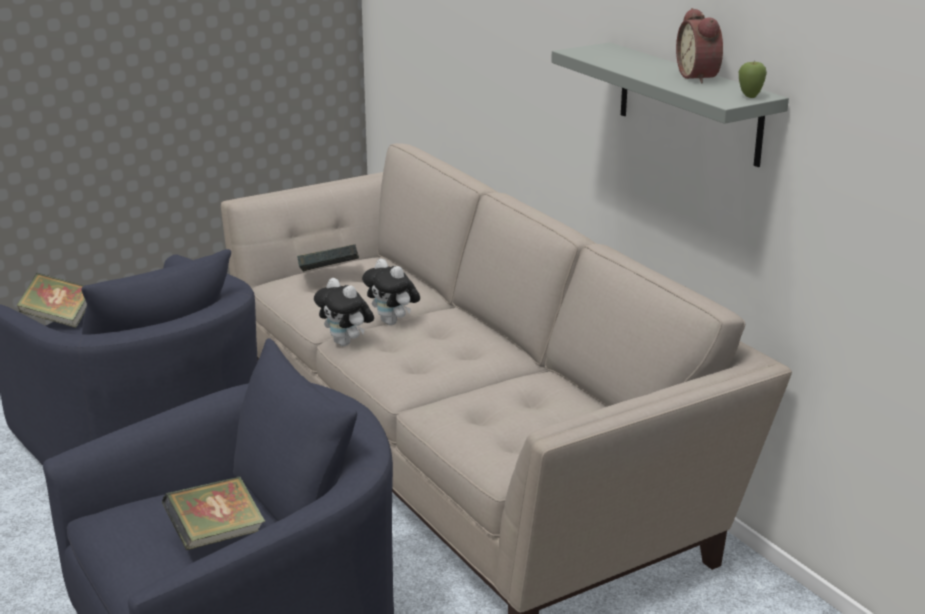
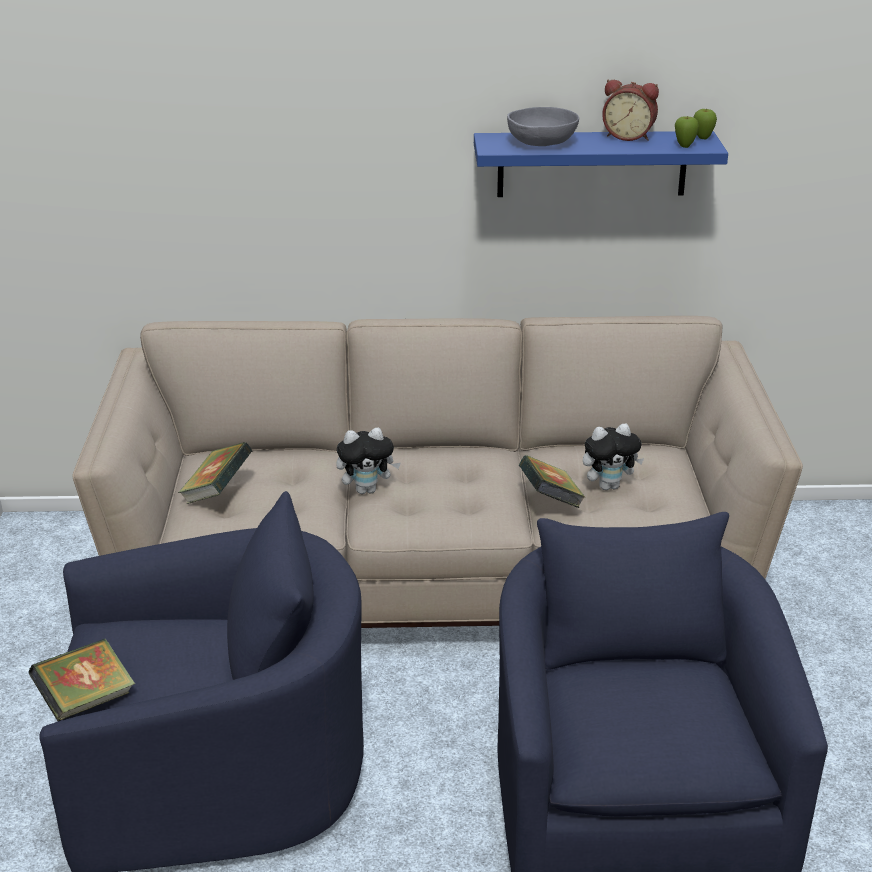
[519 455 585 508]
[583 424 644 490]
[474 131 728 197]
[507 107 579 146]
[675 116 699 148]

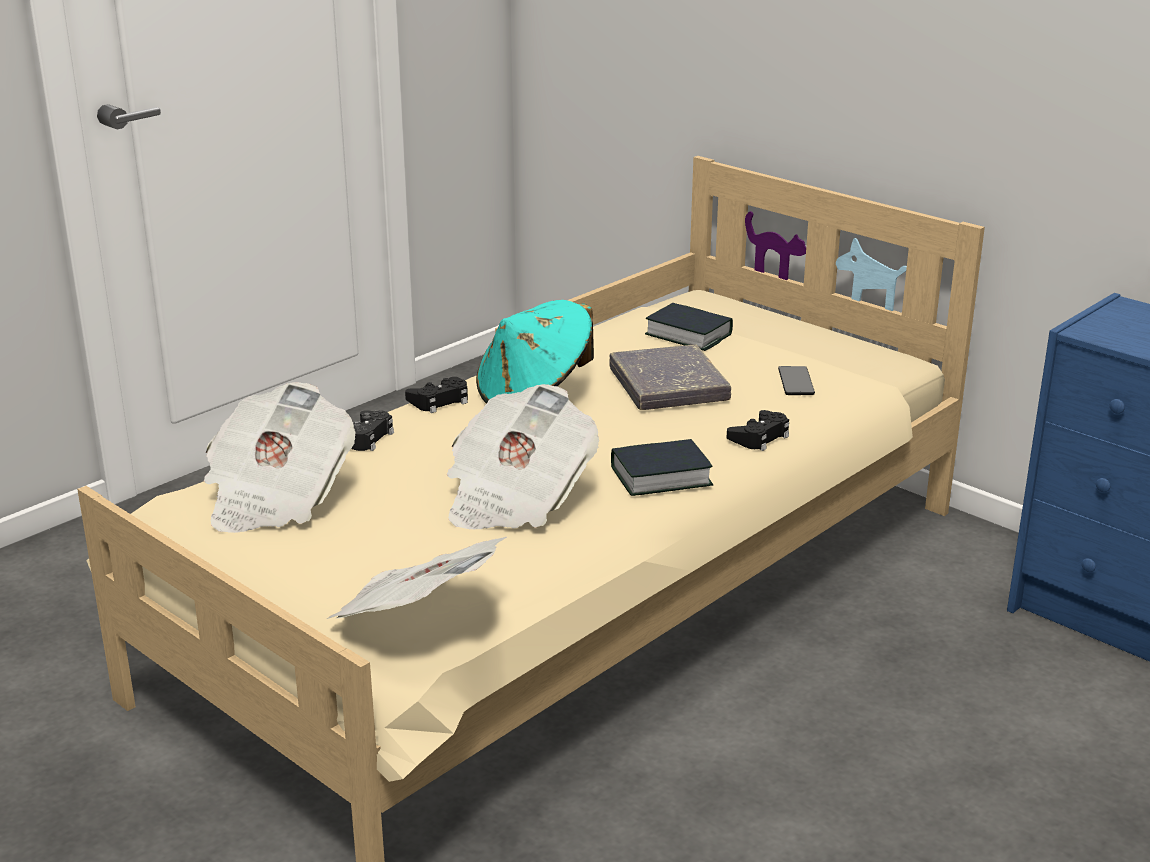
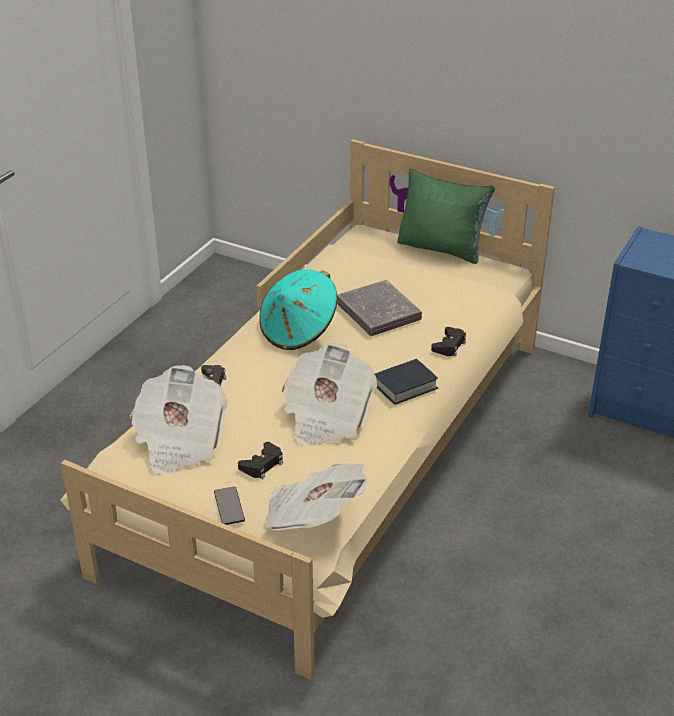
[238 442 283 479]
[645 303 733 351] (first image)
[214 487 245 525]
[397 169 495 264]

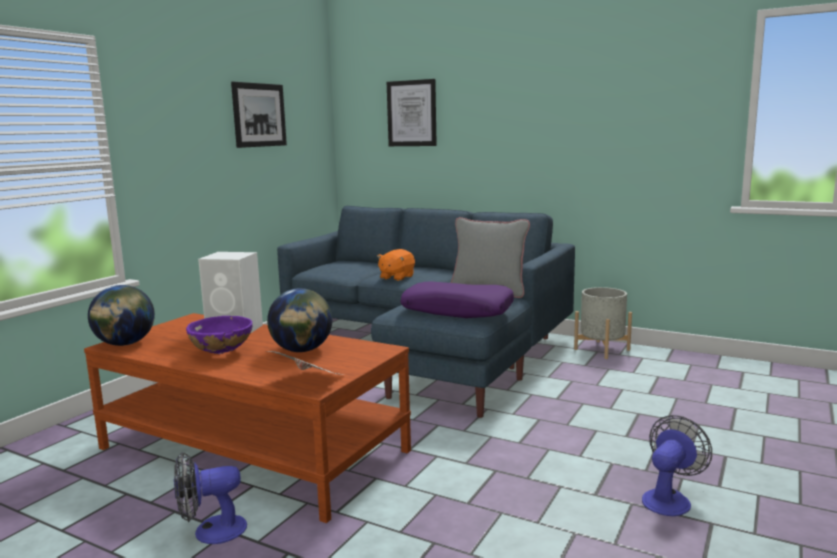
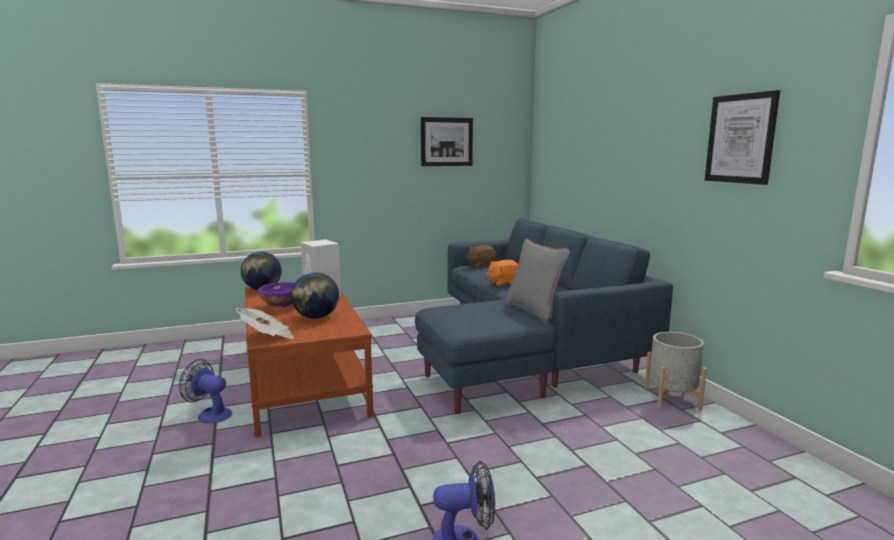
[705 90 780 185]
[400 281 514 318] (first image)
[467 245 497 268]

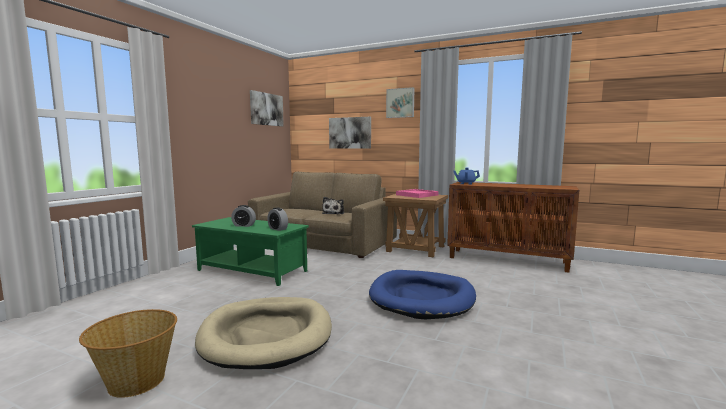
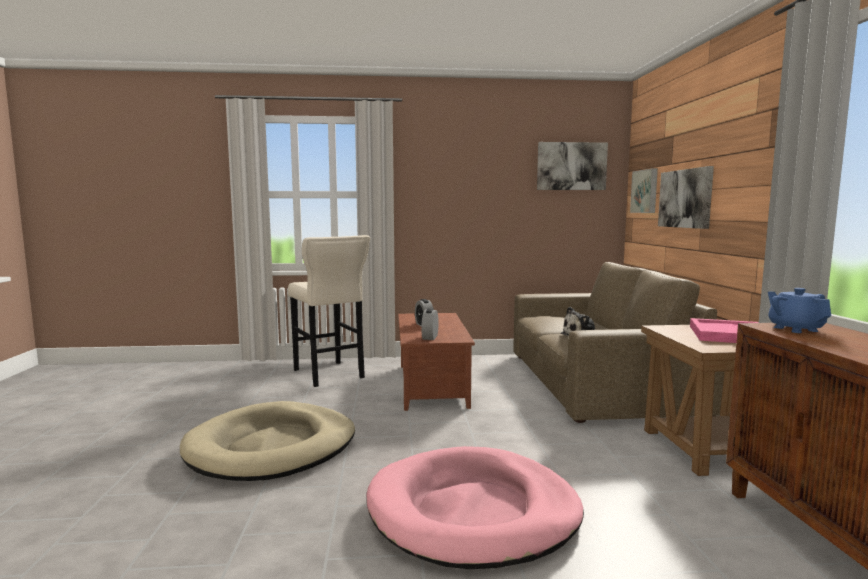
[79 309 177 398] (first image)
[398 313 475 411]
[367 446 584 569]
[630 168 658 213]
[288 235 370 387]

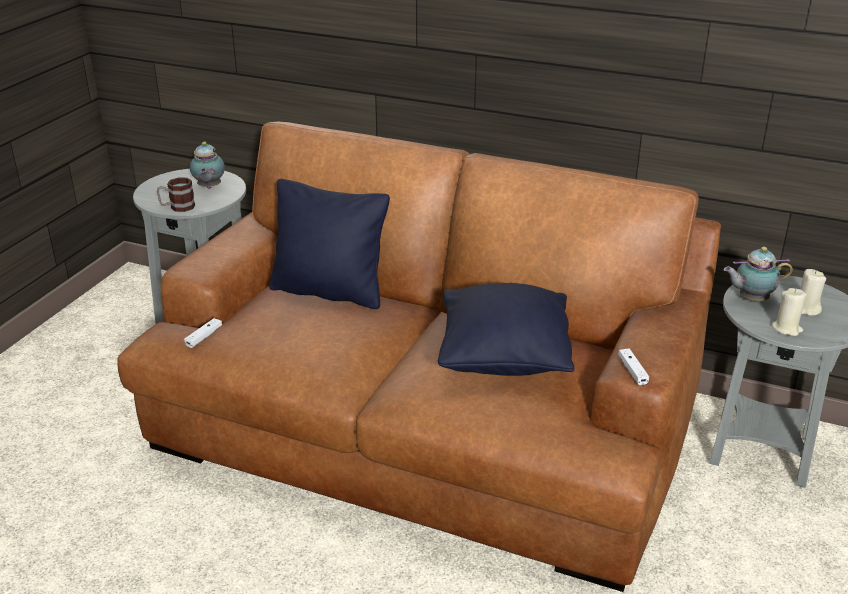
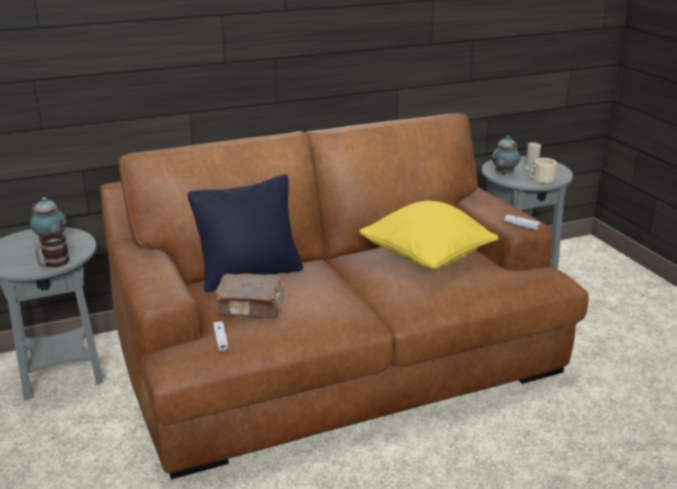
[360 201 499 270]
[530 158 557 183]
[214 274 284 318]

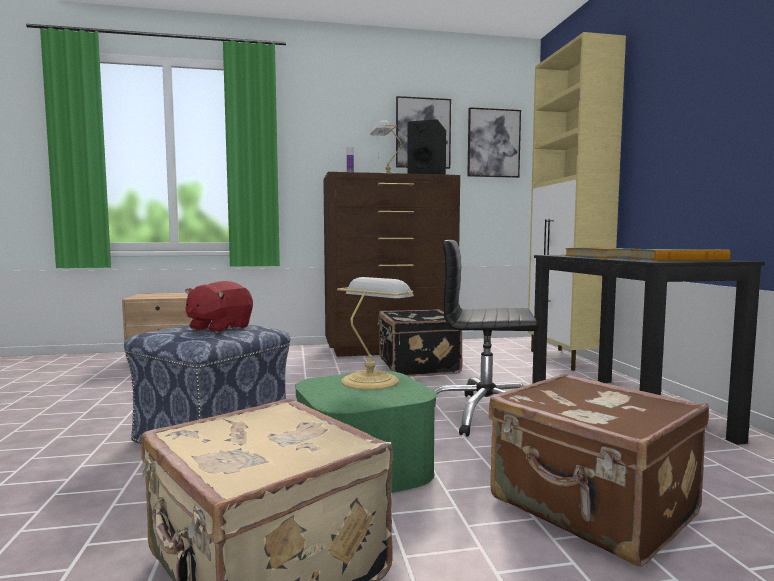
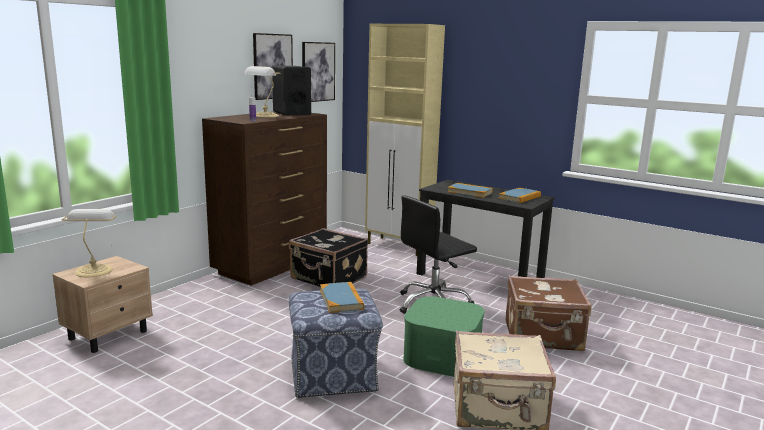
[320 282 364 313]
[61 209 116 278]

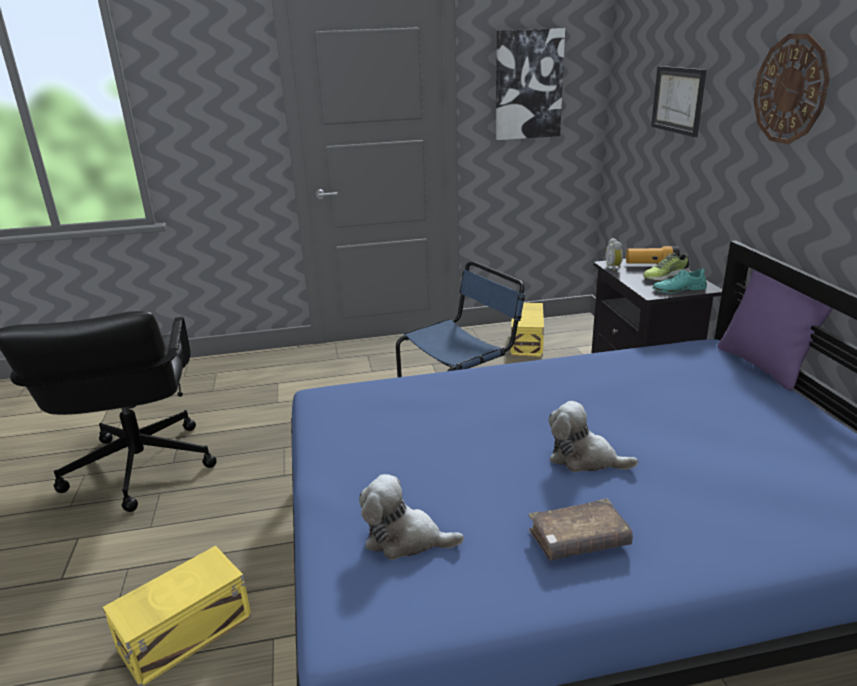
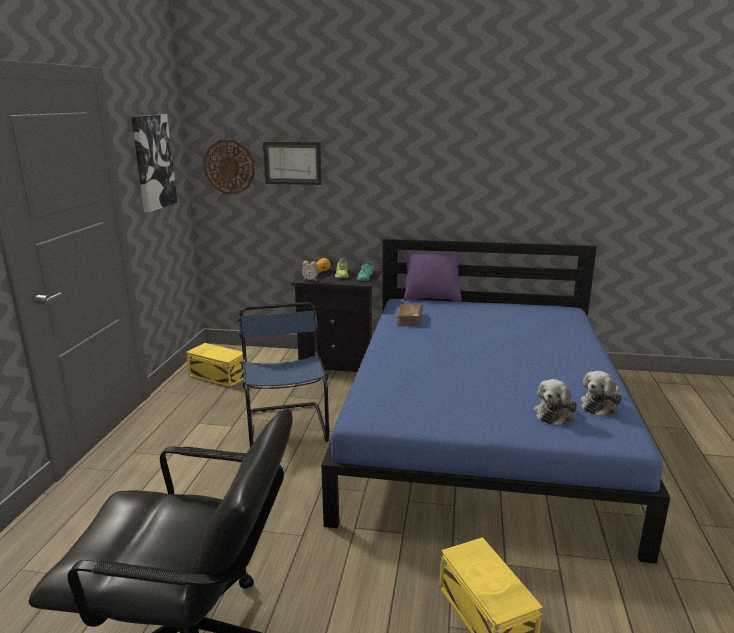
[396 304 423 325]
[581 371 622 417]
[203 140 255 194]

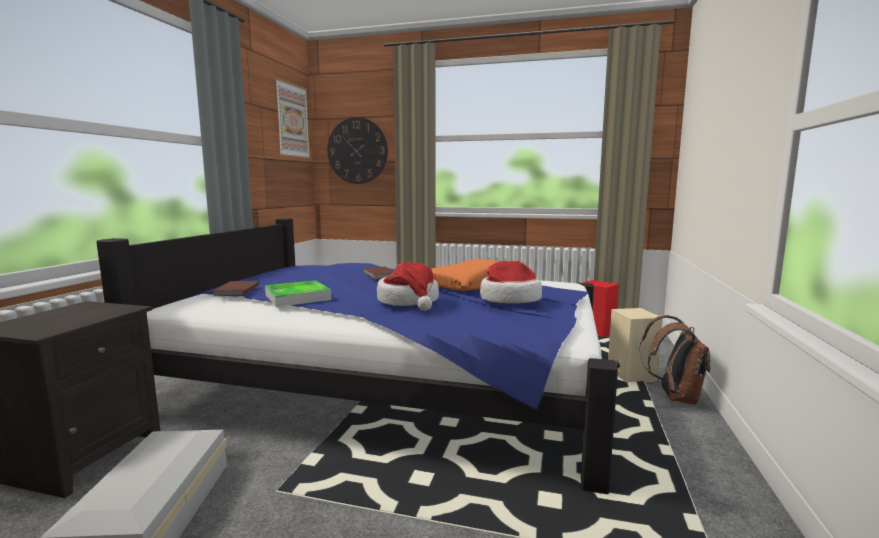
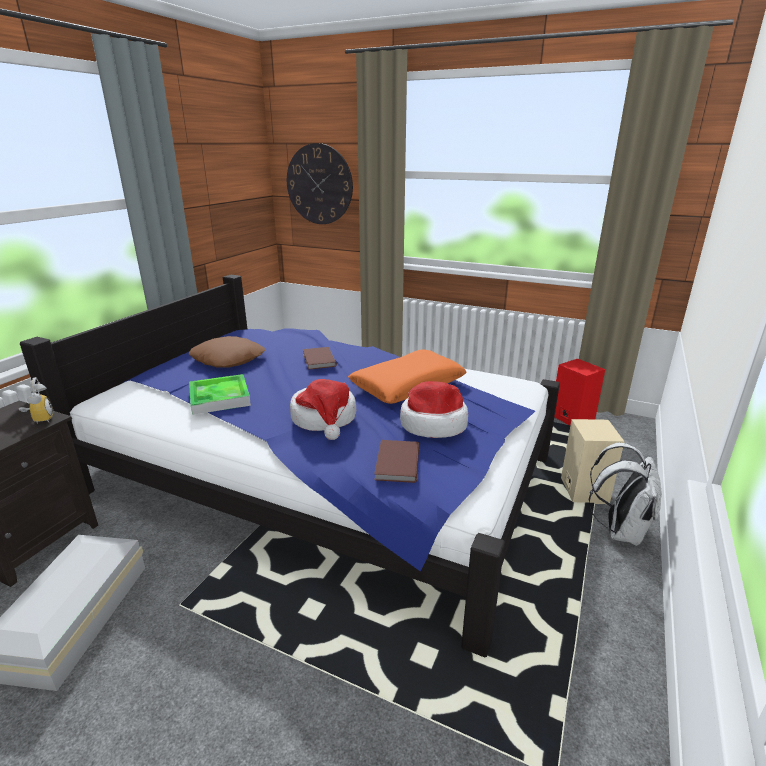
[374 440 419 483]
[275 78 311 159] (first image)
[589 443 662 546]
[19 377 53 424]
[189 336 265 368]

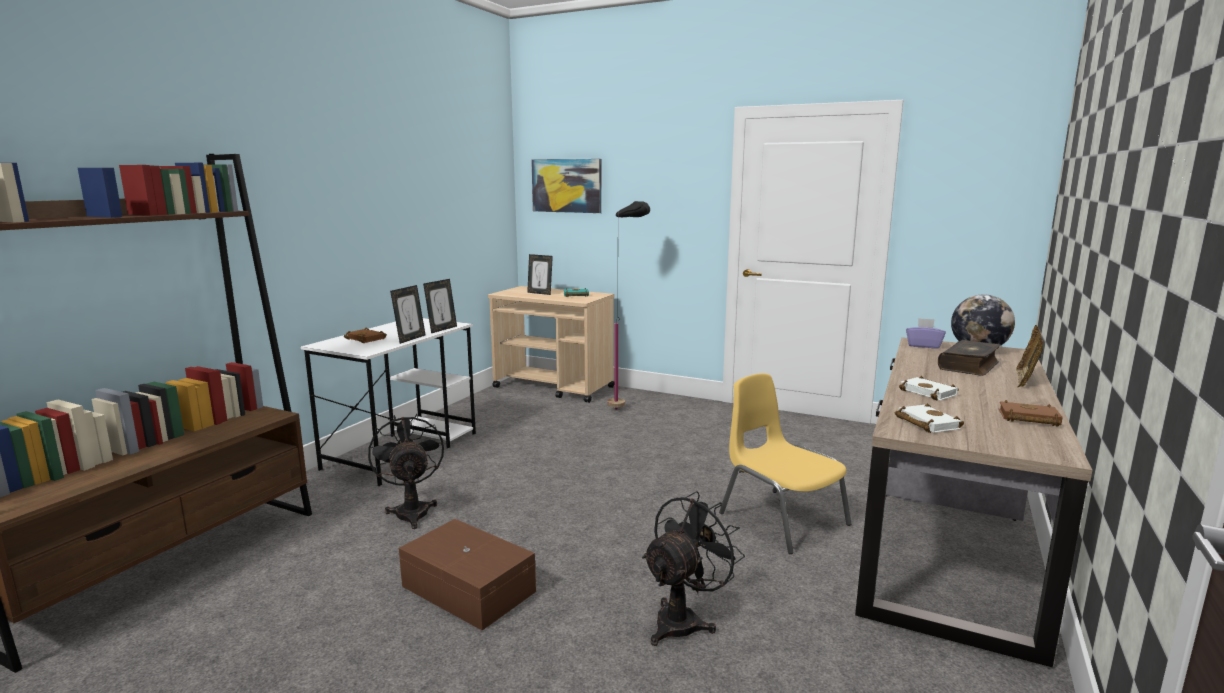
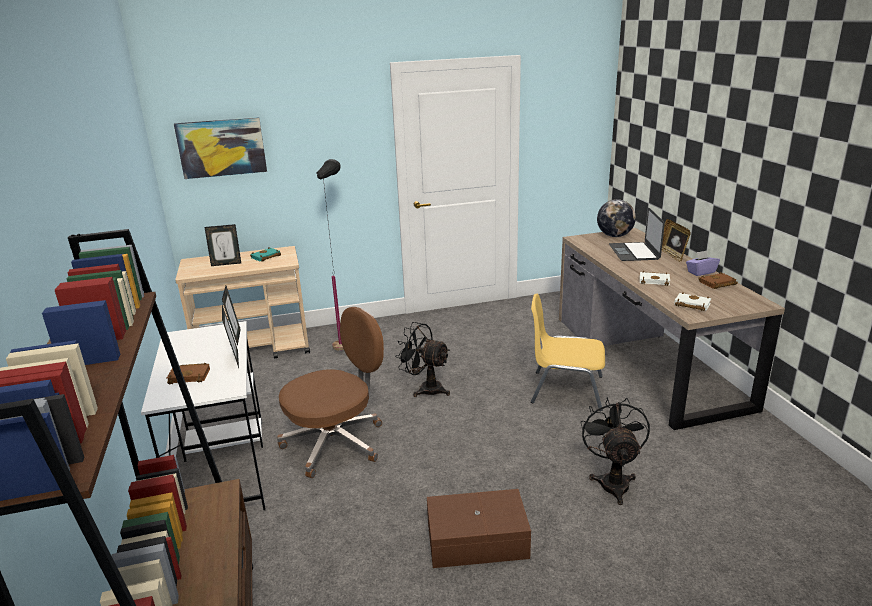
[395 322 450 397]
[686 251 720 276]
[609 208 665 261]
[277 307 384 478]

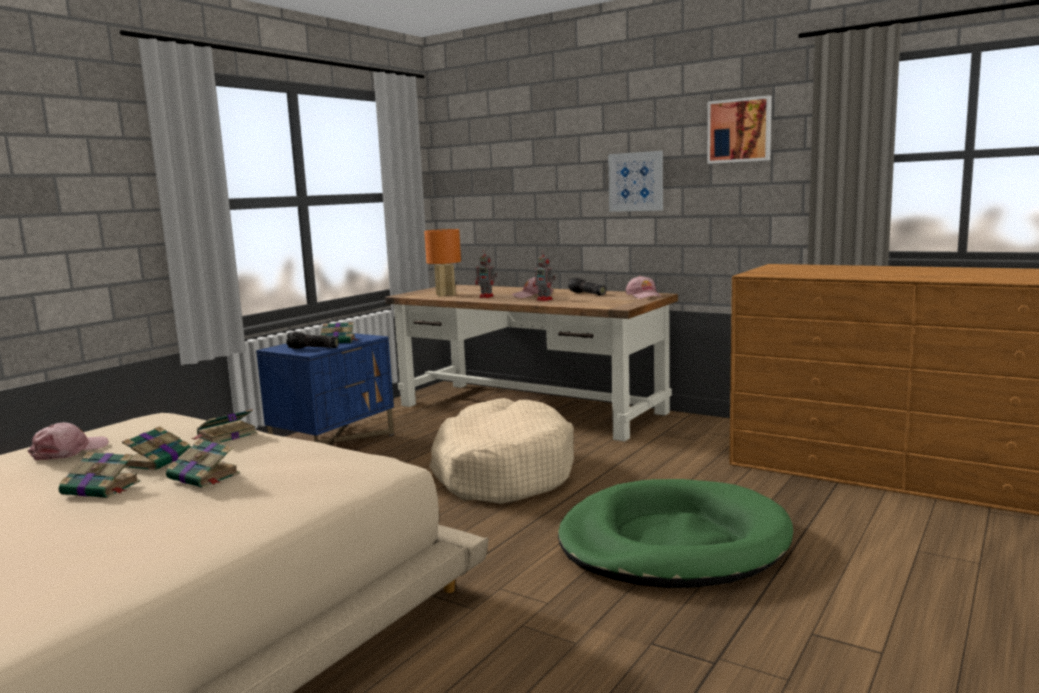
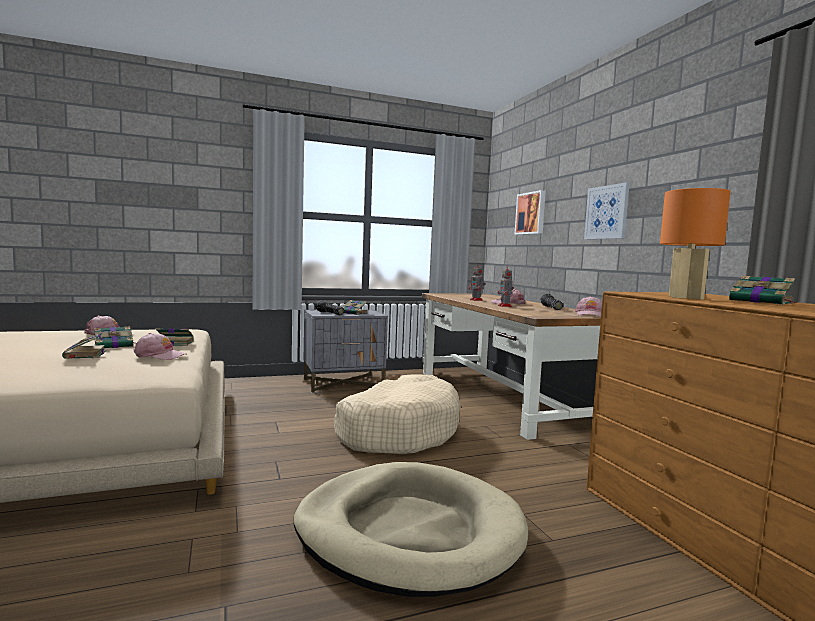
[729 276 798 305]
[304 310 388 393]
[660 188 731 300]
[294 462 528 597]
[515 190 546 235]
[133 333 186 360]

